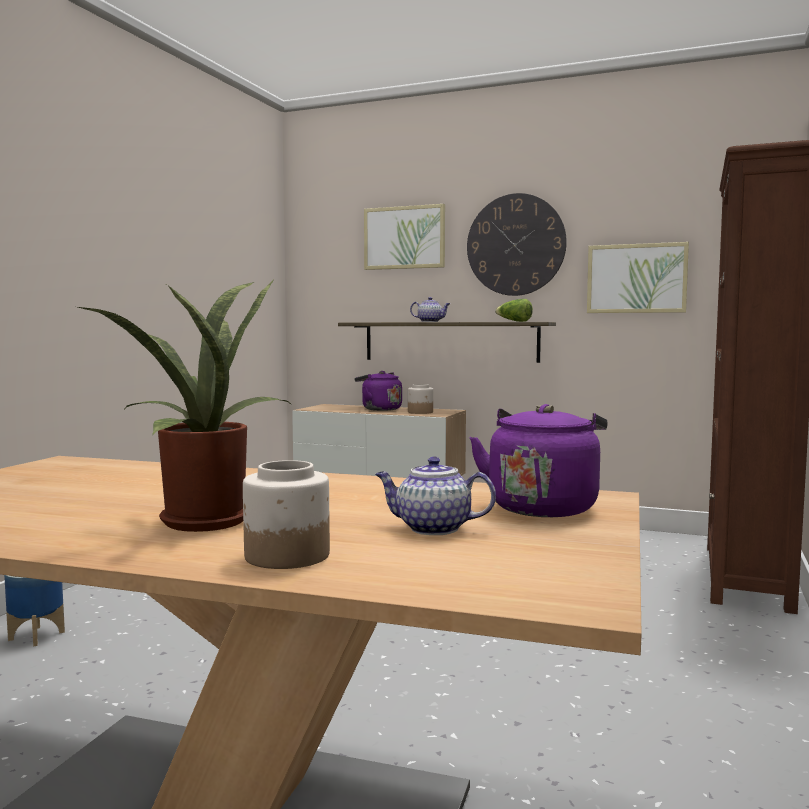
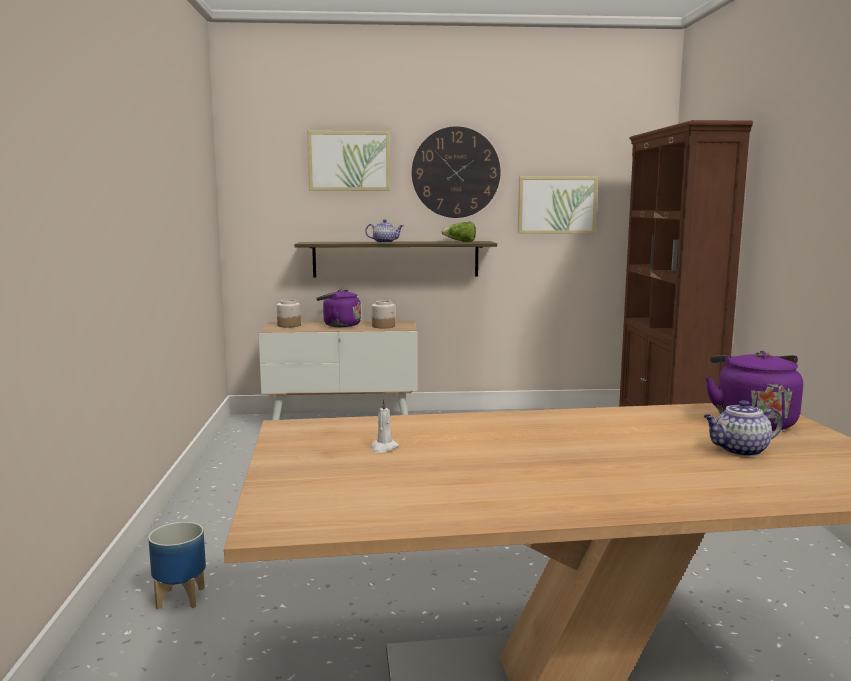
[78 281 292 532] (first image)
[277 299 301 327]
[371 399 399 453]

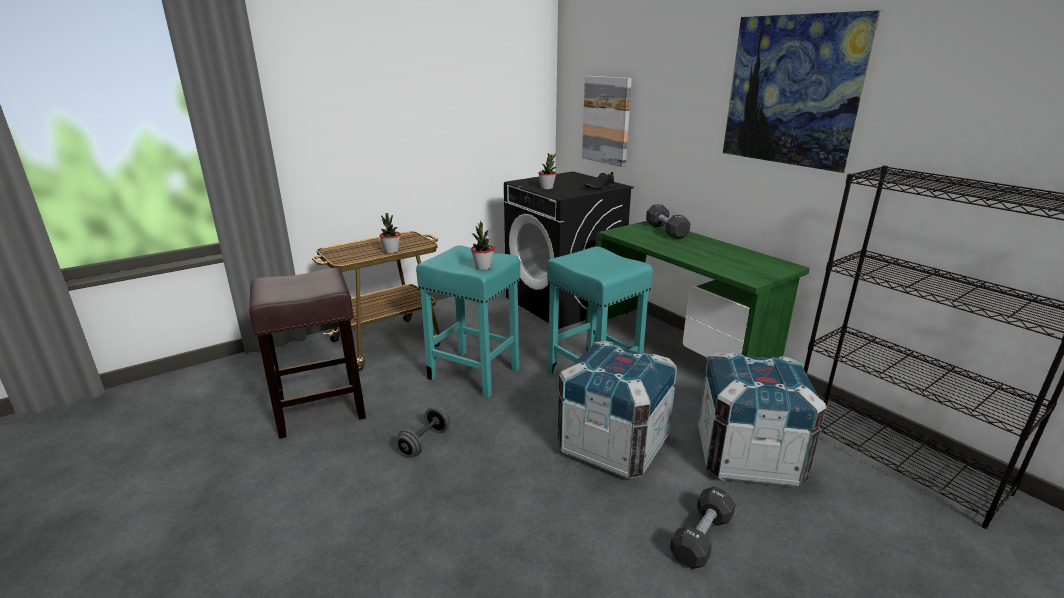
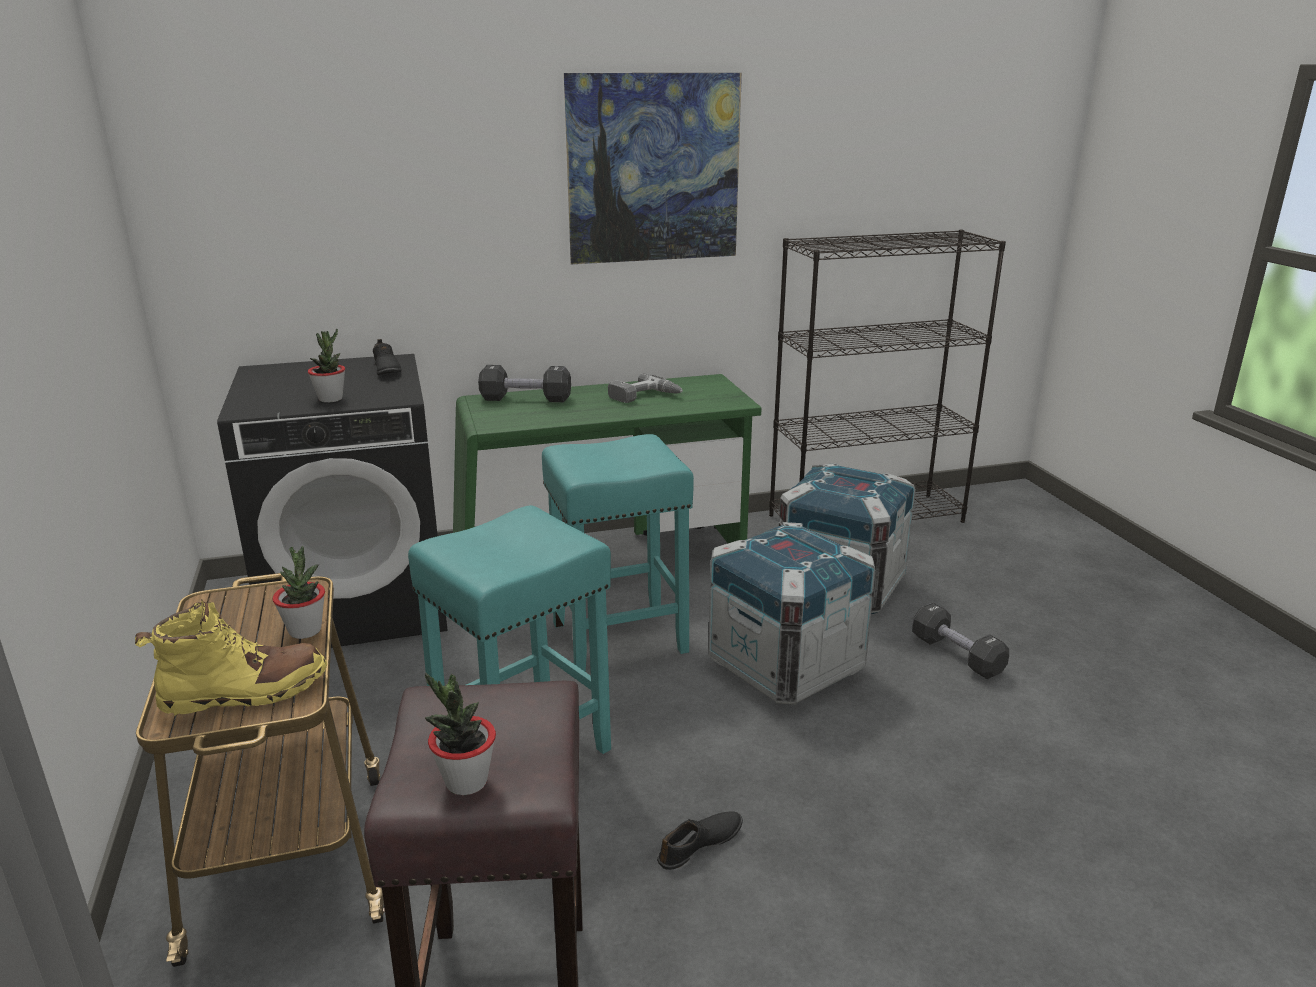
[657 811 743 870]
[425 673 496 795]
[582 76 632 167] (first image)
[135 600 327 716]
[608 373 683 403]

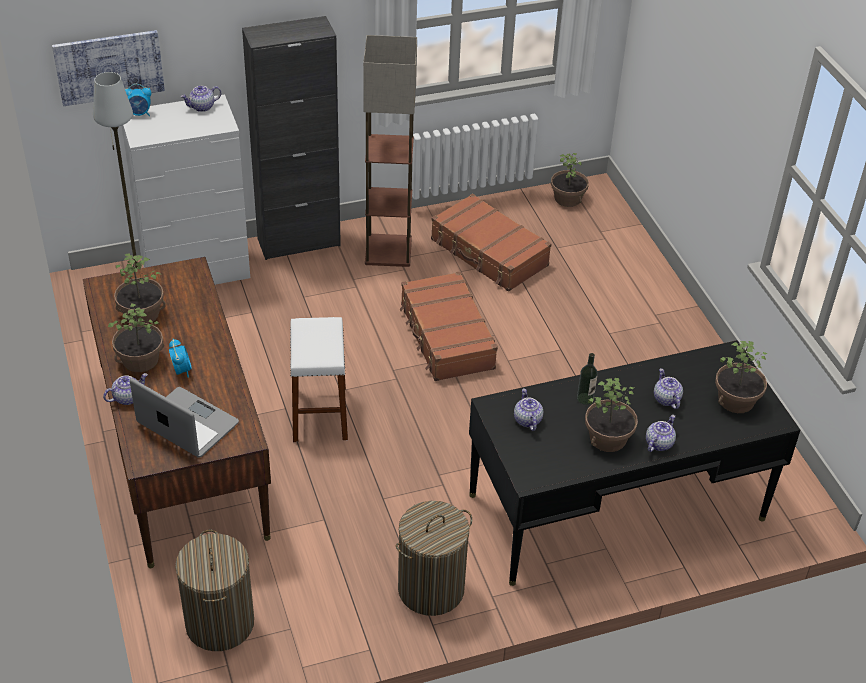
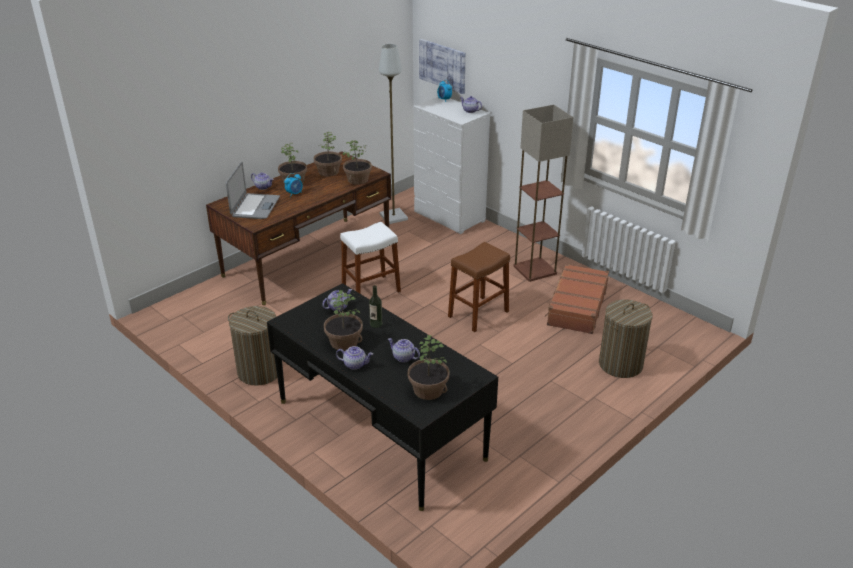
[599 300 653 378]
[242 16 341 260] (first image)
[448 242 510 332]
[343 140 372 185]
[388 338 420 362]

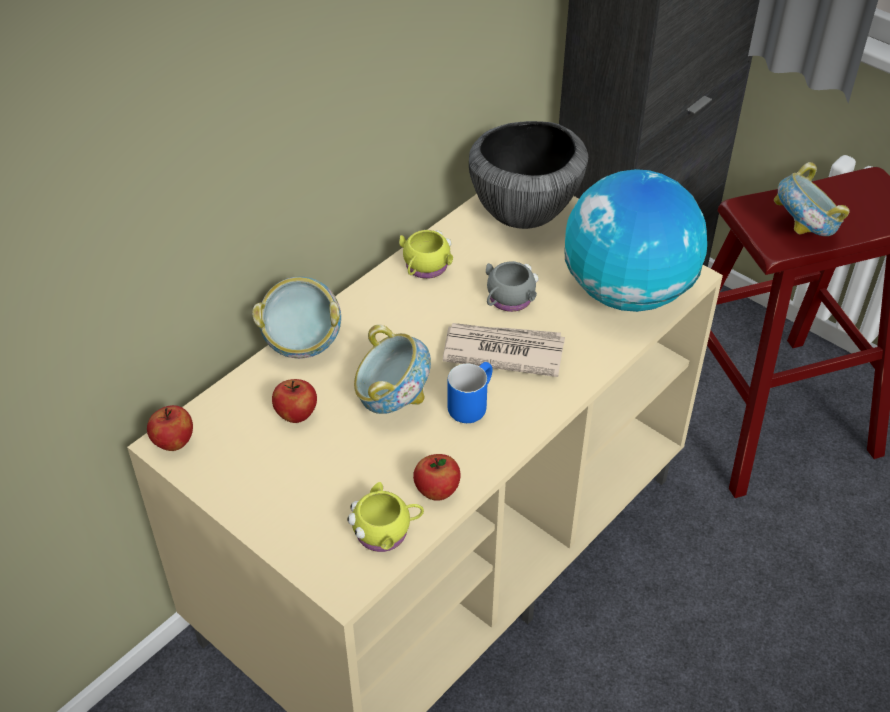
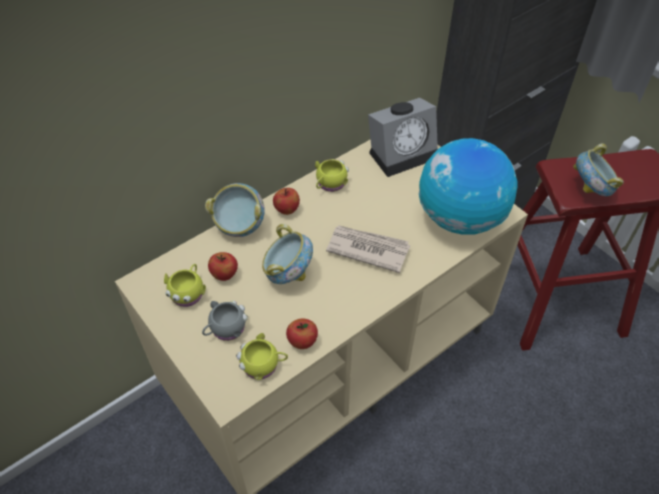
[273 188 300 215]
[447 362 493 423] (first image)
[368 98 438 177]
[202 301 248 341]
[164 264 206 307]

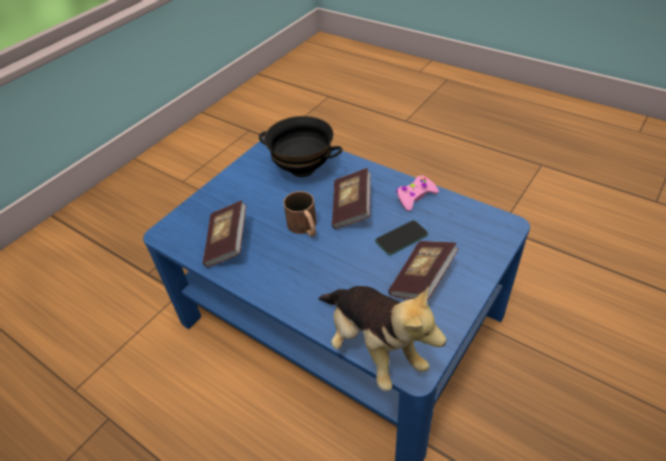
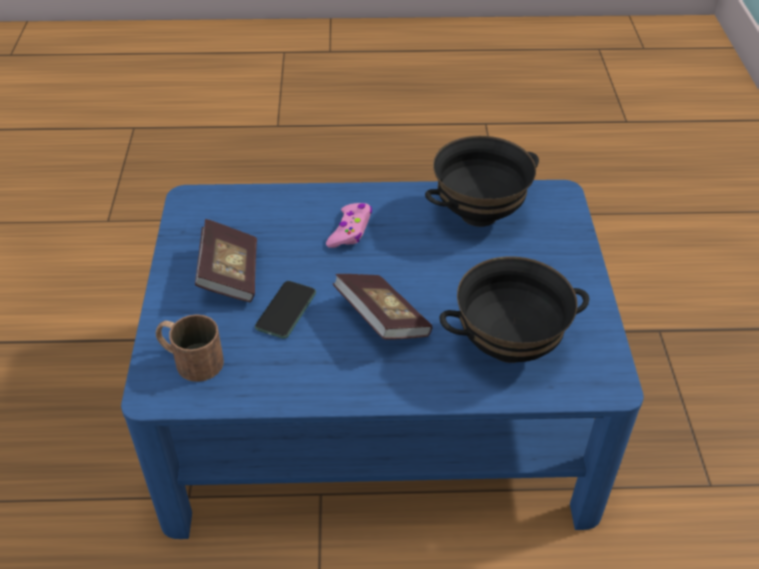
[425 136 539 227]
[156 314 224 382]
[319 286 446 391] (first image)
[326 203 372 248]

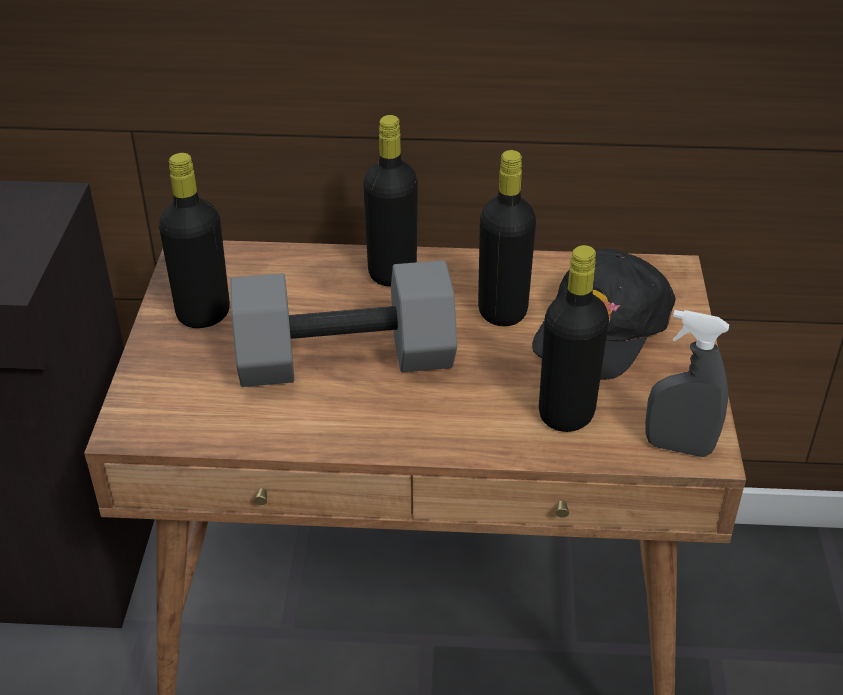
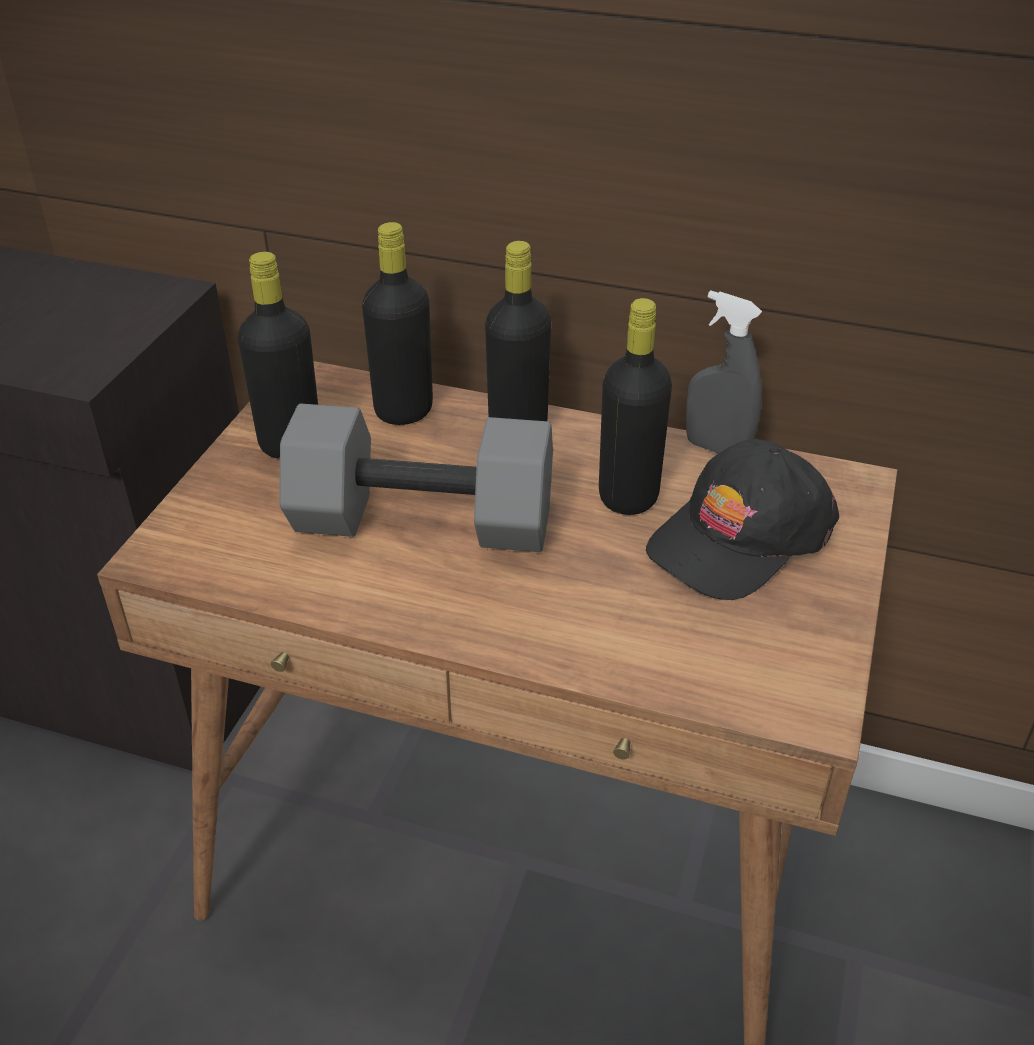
[362 222 433 425]
[686 290 762 454]

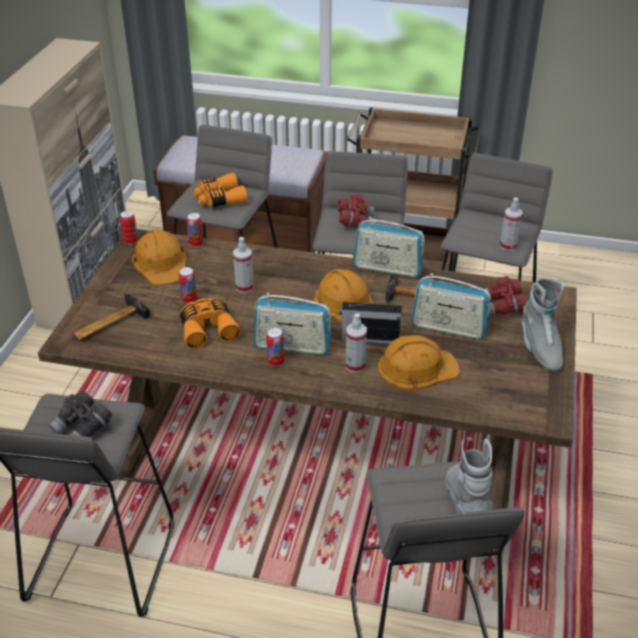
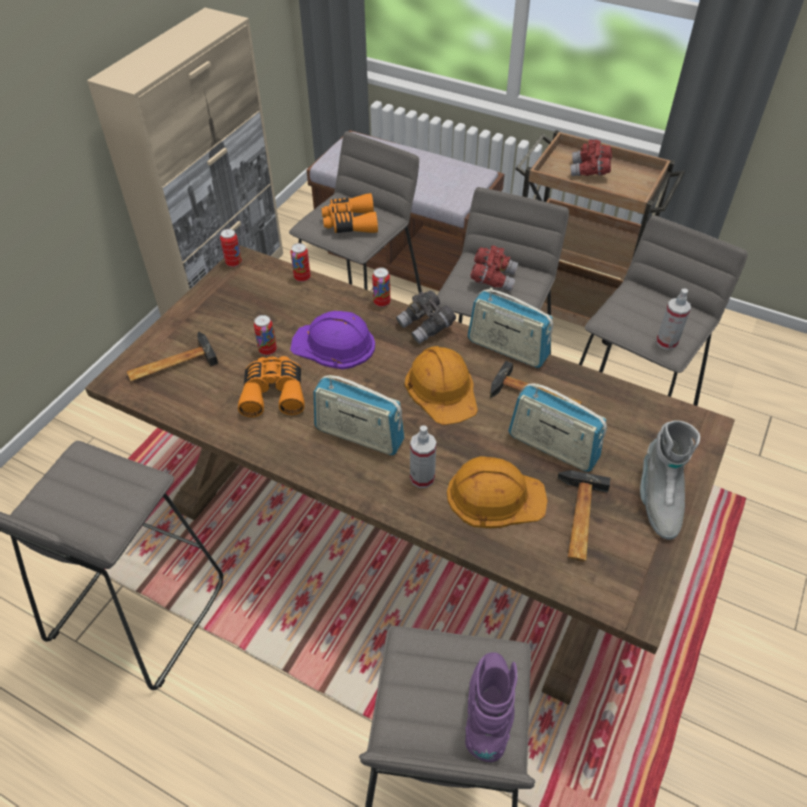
[396 290 456 344]
[132 229 187 285] (first image)
[290 311 375 369]
[372 267 390 307]
[339 300 402 344] (first image)
[465 652 518 762]
[571 139 612 176]
[557 470 611 562]

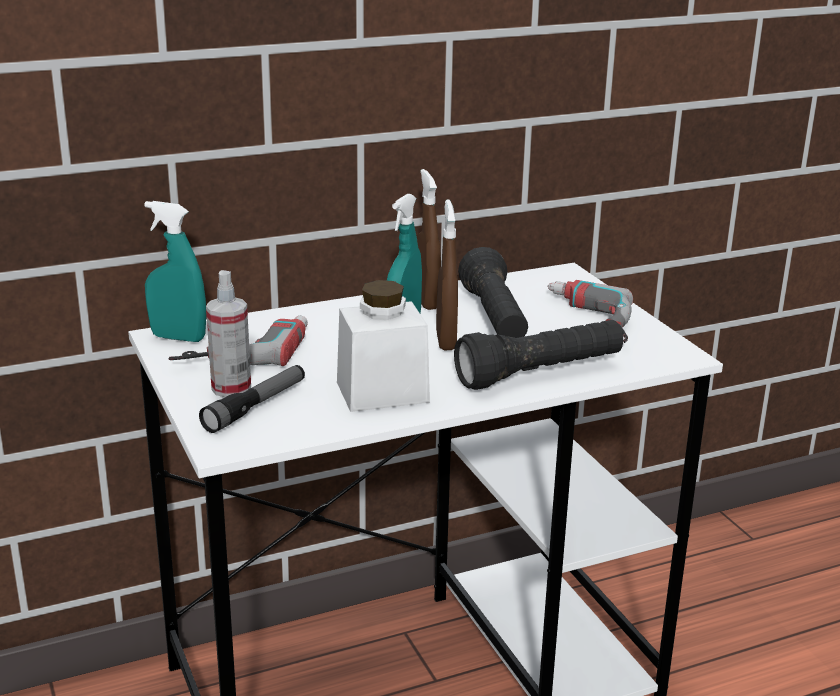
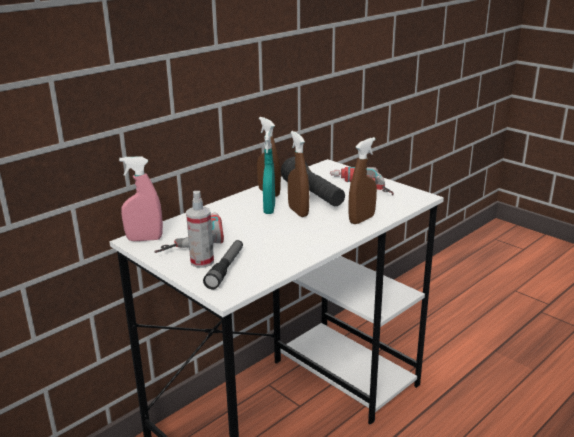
[119 156 163 241]
[337 280 430 412] (first image)
[349 137 377 224]

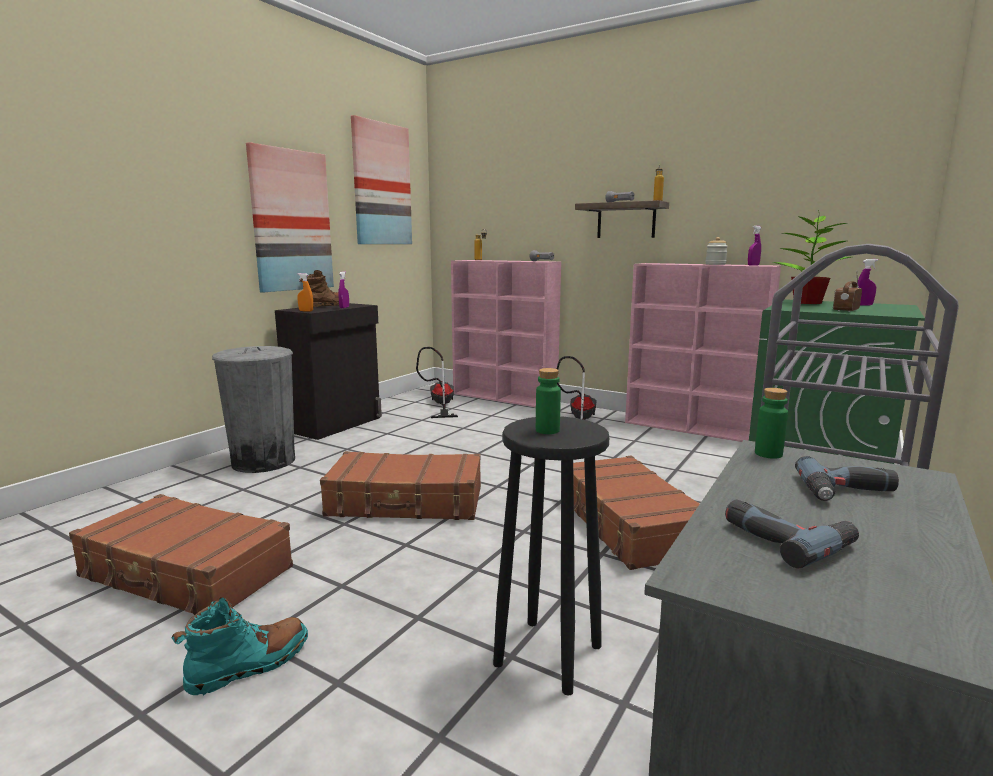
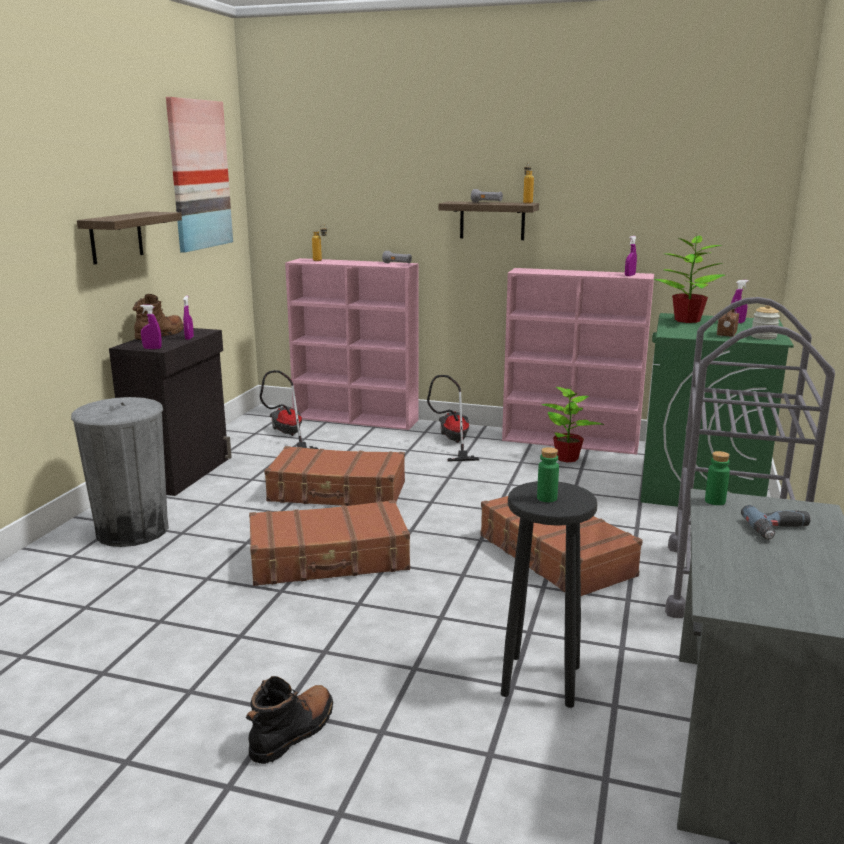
[264 446 405 506]
[246 676 333 764]
[77 212 182 264]
[140 305 162 349]
[751 305 780 339]
[725 499 859 568] (first image)
[542 385 605 462]

